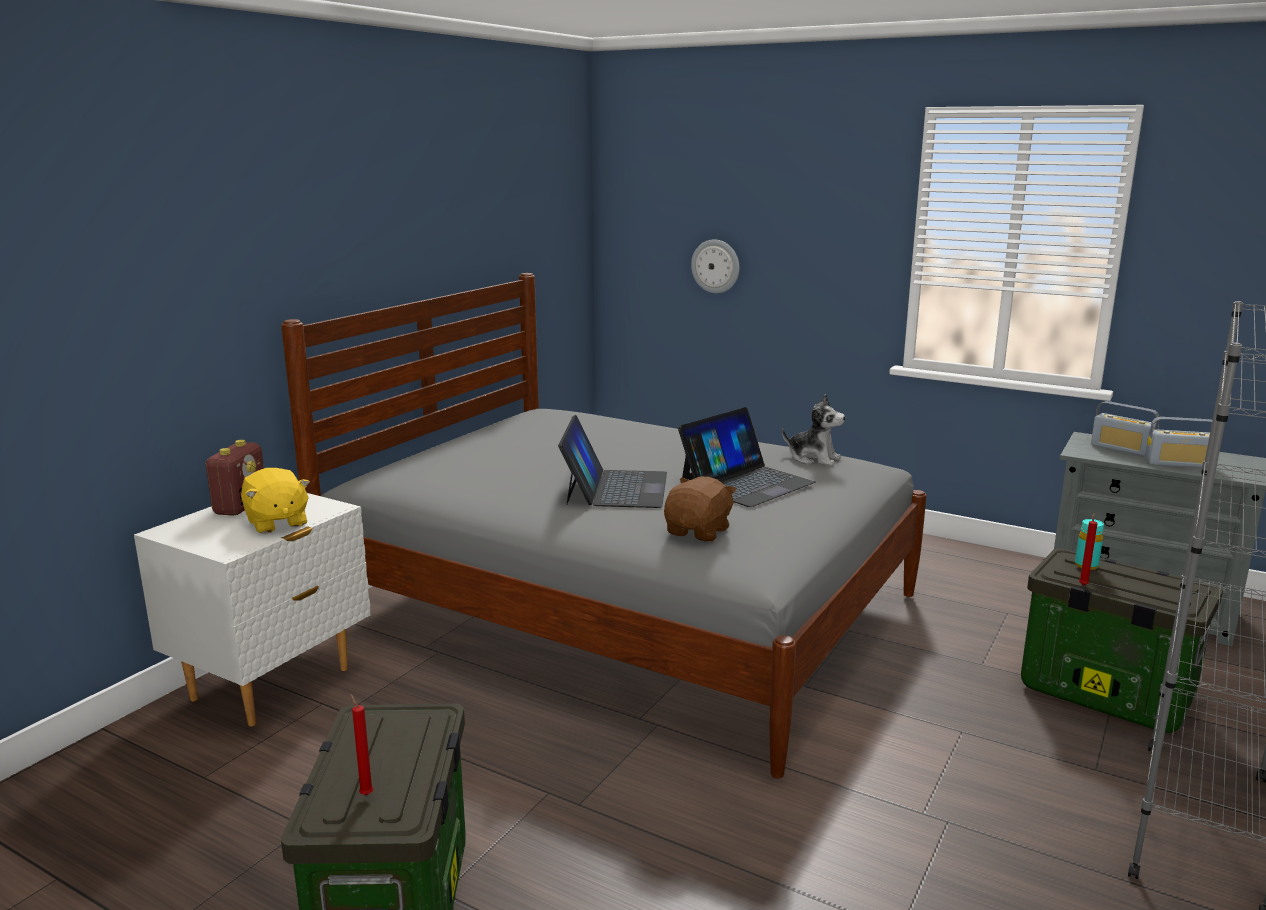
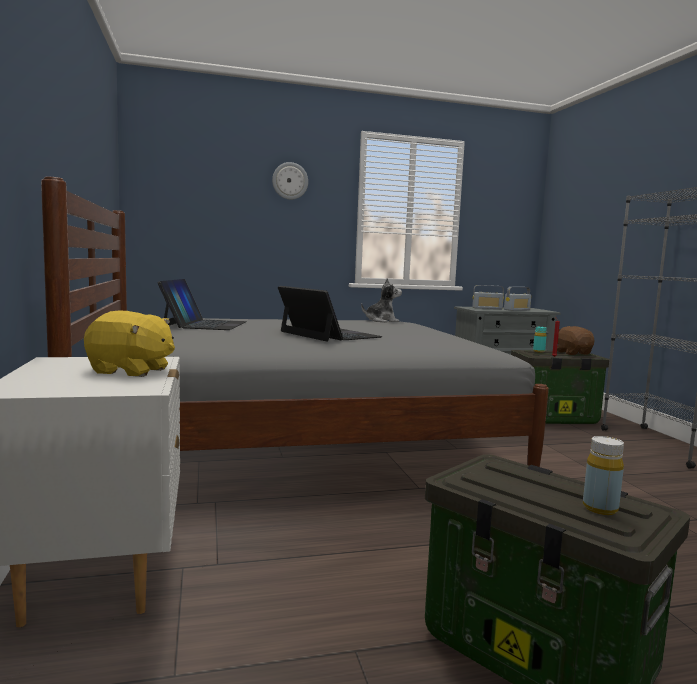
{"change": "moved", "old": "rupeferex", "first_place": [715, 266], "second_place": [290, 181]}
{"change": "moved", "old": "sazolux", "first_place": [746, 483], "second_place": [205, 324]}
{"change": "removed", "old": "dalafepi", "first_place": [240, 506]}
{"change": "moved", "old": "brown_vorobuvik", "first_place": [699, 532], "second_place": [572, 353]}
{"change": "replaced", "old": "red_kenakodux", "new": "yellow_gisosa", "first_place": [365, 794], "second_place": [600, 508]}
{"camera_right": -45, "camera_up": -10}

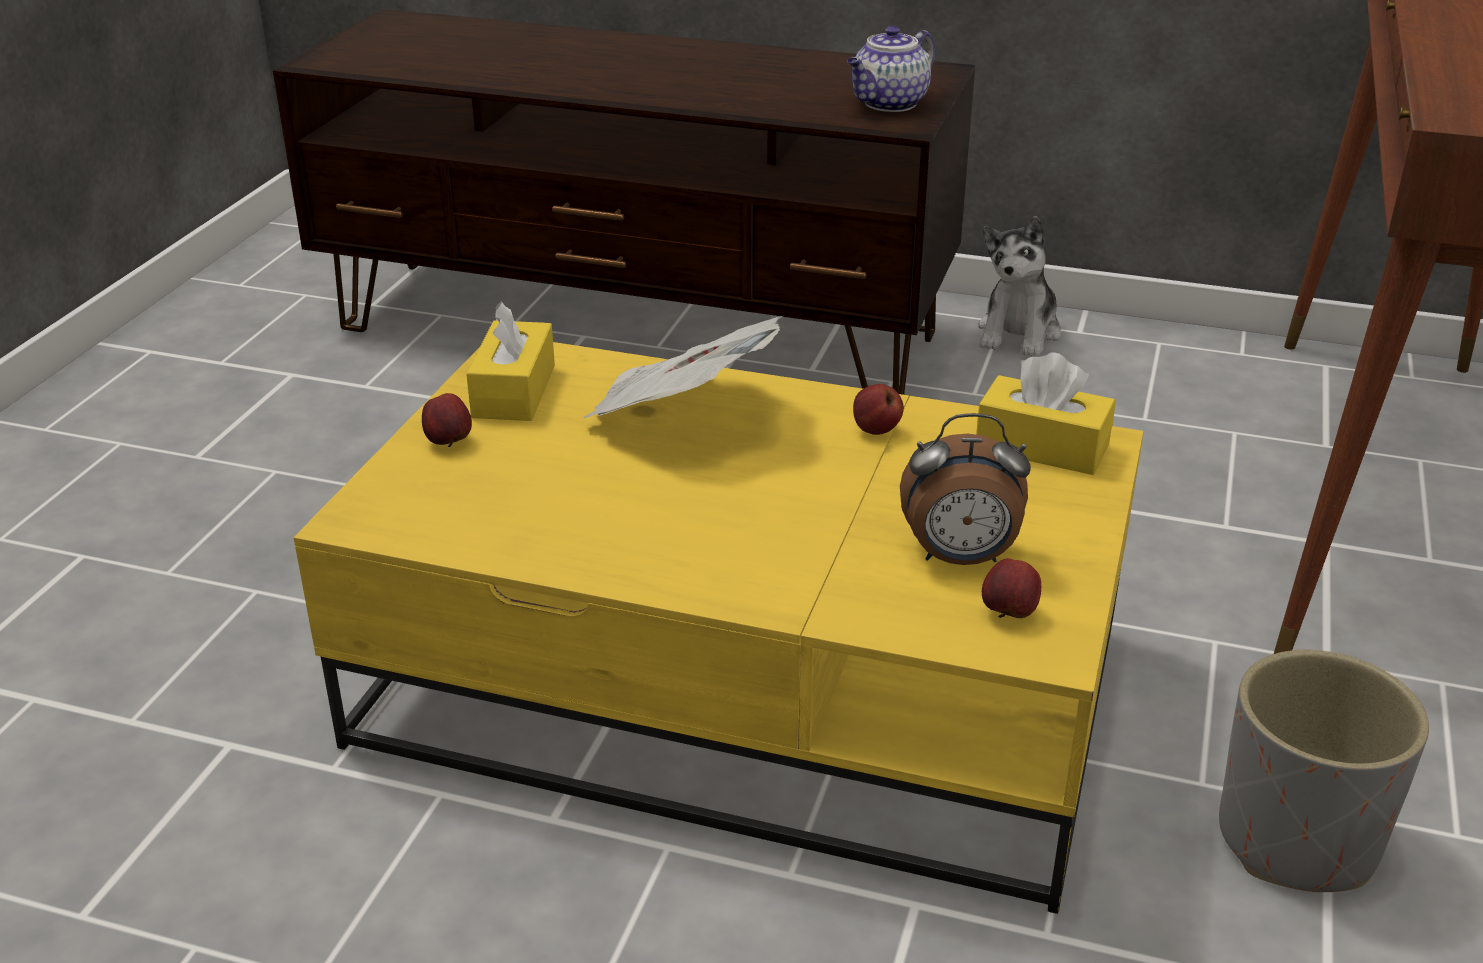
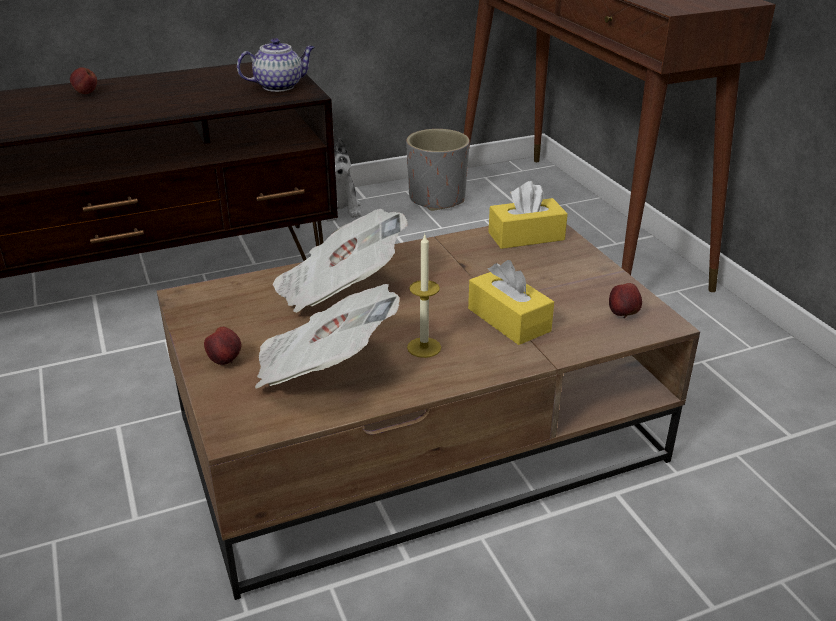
{"change": "turned", "old": "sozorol", "first_place": [889, 104], "second_place": [279, 86], "degrees": -120}
{"change": "moved", "old": "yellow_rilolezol", "first_place": [514, 391], "second_place": [508, 320]}
{"change": "recoloured", "old": "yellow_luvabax", "new": "brown_luvabax", "first_place": [747, 687], "second_place": [421, 437]}
{"change": "moved", "old": "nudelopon", "first_place": [875, 430], "second_place": [85, 93]}
{"change": "removed", "old": "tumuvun", "first_place": [960, 558]}
{"change": "moved", "old": "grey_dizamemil", "first_place": [1299, 841], "second_place": [437, 199]}
{"change": "added", "new": "kenakodux", "second_place": [424, 347]}
{"change": "added", "new": "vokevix", "second_place": [323, 368]}
{"camera_right": -40, "camera_up": 0}

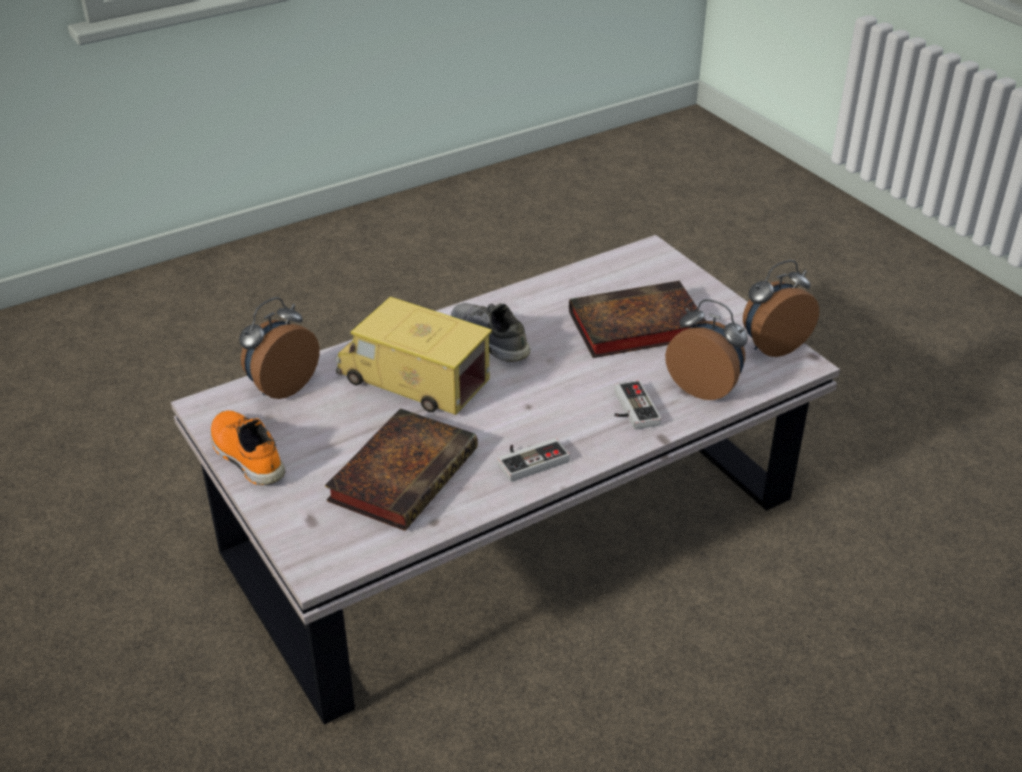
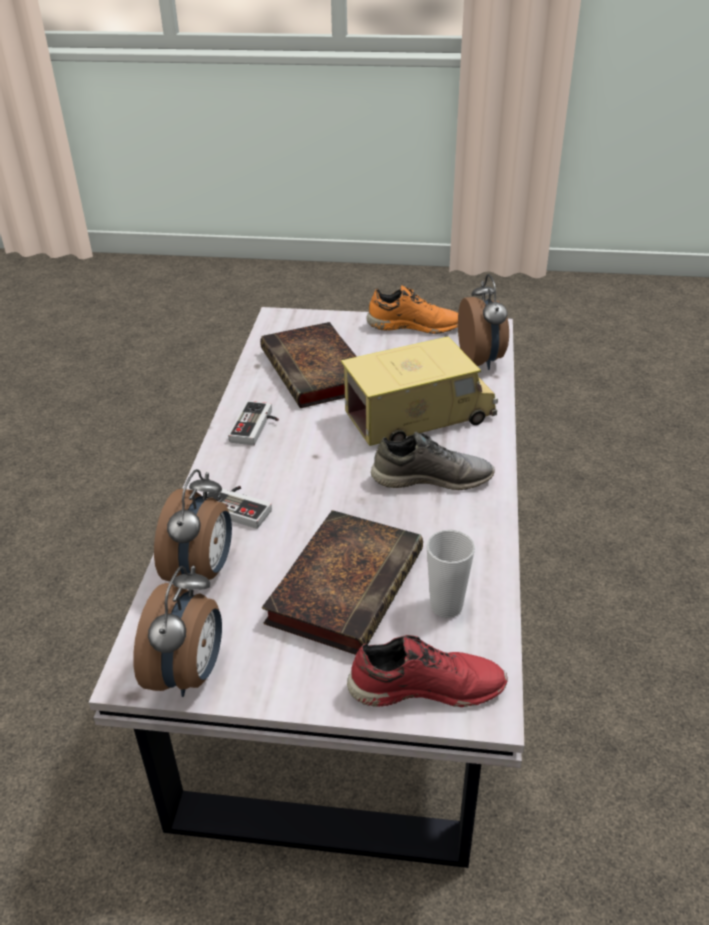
{"change": "turned", "old": "tumuvun", "first_place": [705, 387], "second_place": [202, 571], "degrees": -60}
{"change": "added", "new": "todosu", "second_place": [446, 606]}
{"change": "added", "new": "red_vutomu", "second_place": [426, 686]}
{"camera_right": 130, "camera_up": 0}

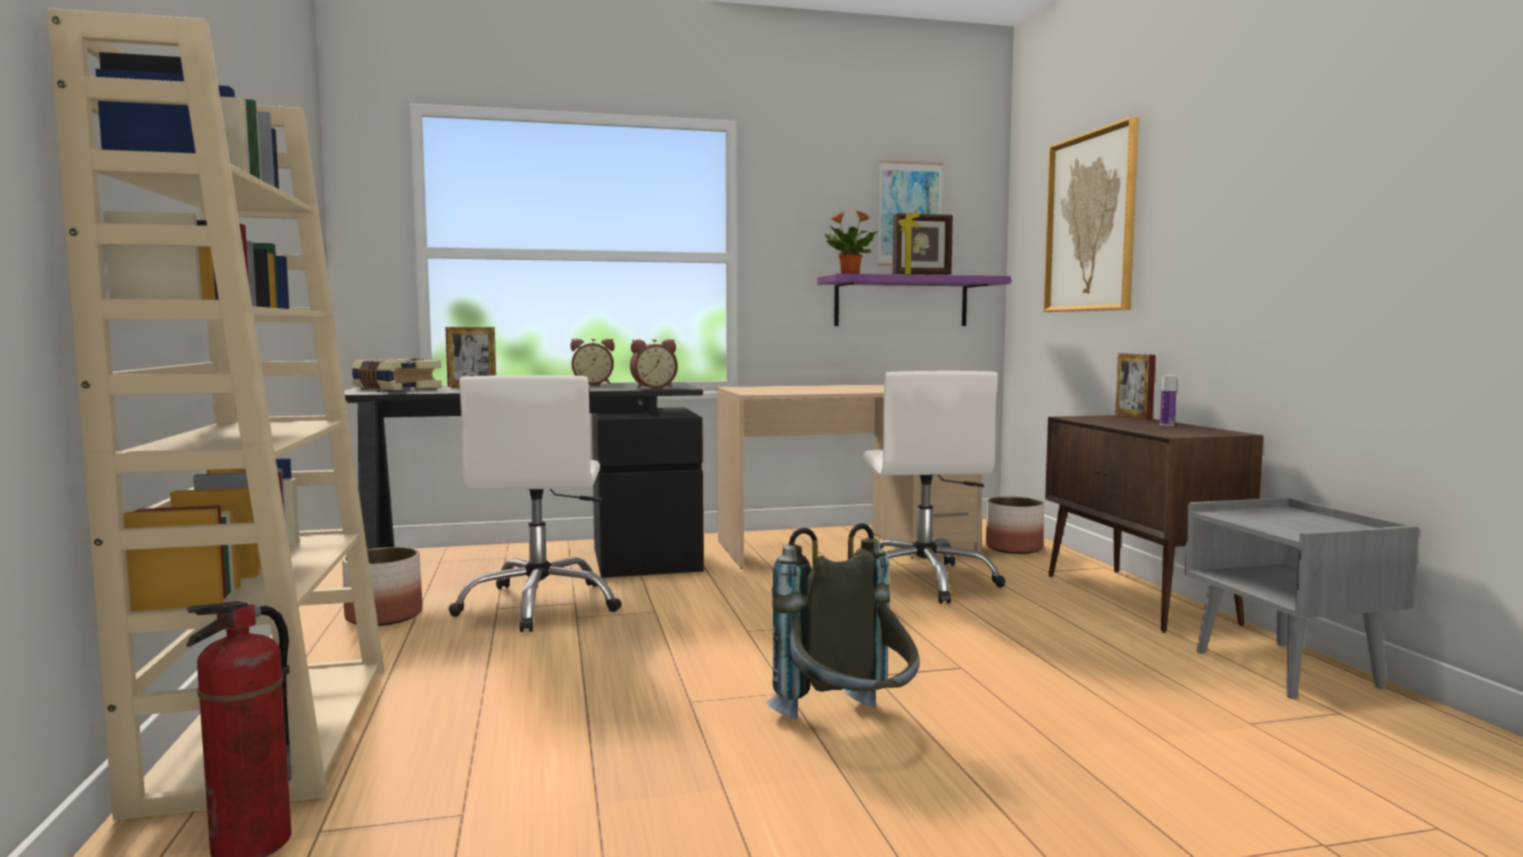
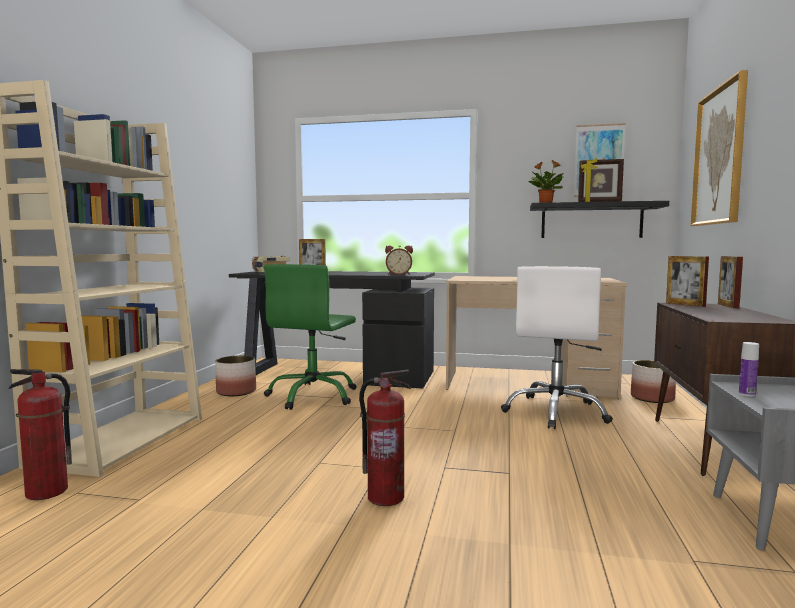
{"change": "recoloured", "old": "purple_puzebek", "new": "black_puzebek", "first_place": [901, 302], "second_place": [591, 221]}
{"change": "removed", "old": "tumuvun", "first_place": [593, 384]}
{"change": "recoloured", "old": "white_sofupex", "new": "green_sofupex", "first_place": [540, 605], "second_place": [313, 396]}
{"change": "moved", "old": "gisosa", "first_place": [1167, 425], "second_place": [747, 394]}
{"change": "replaced", "old": "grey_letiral", "new": "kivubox", "first_place": [848, 728], "second_place": [386, 497]}
{"change": "added", "new": "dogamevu", "second_place": [685, 304]}
{"camera_right": 25, "camera_up": 0}

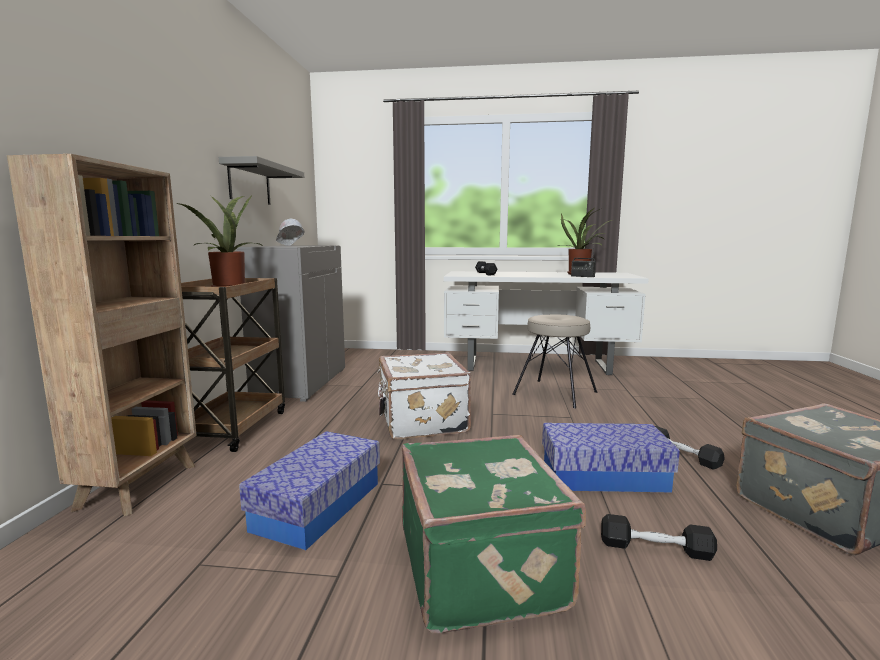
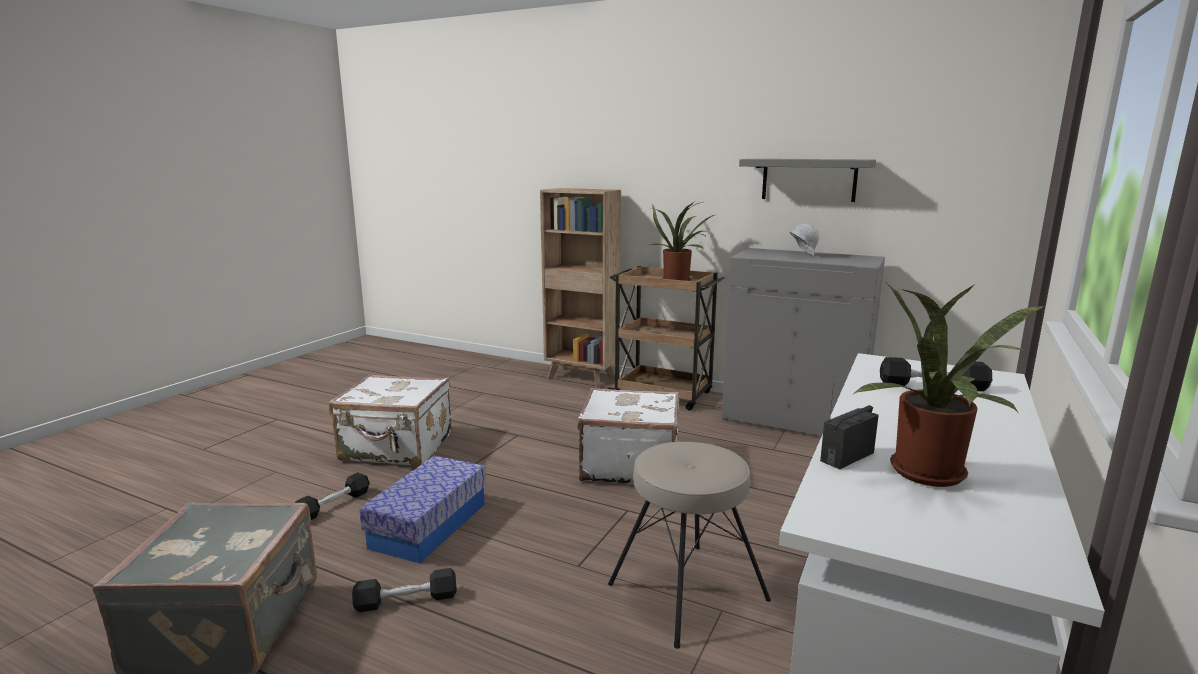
{"change": "removed", "old": "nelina", "first_place": [318, 505]}
{"change": "recoloured", "old": "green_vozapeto", "new": "white_vozapeto", "first_place": [483, 567], "second_place": [397, 449]}
{"camera_right": 110, "camera_up": 5}

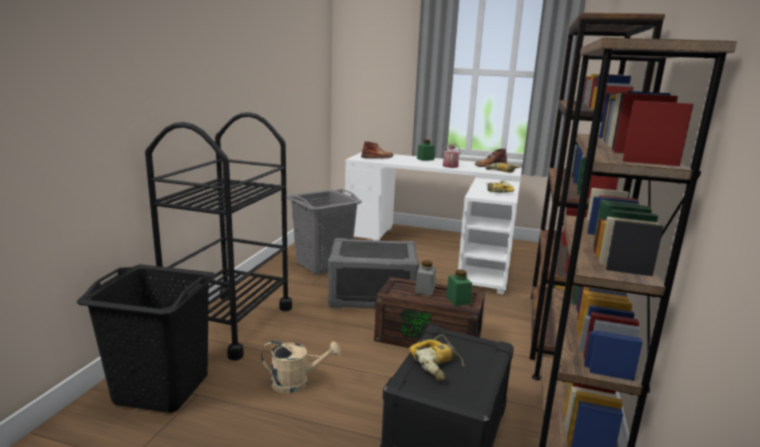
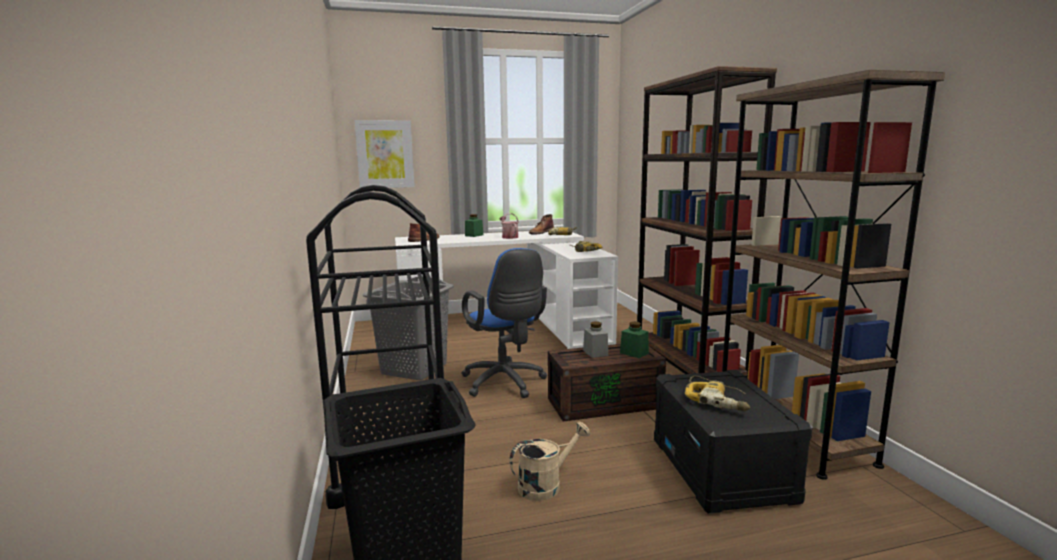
{"change": "replaced", "old": "grey_nelina", "new": "blue_sofupex", "first_place": [372, 296], "second_place": [505, 384]}
{"change": "added", "new": "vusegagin", "second_place": [385, 154]}
{"camera_right": -30, "camera_up": -5}

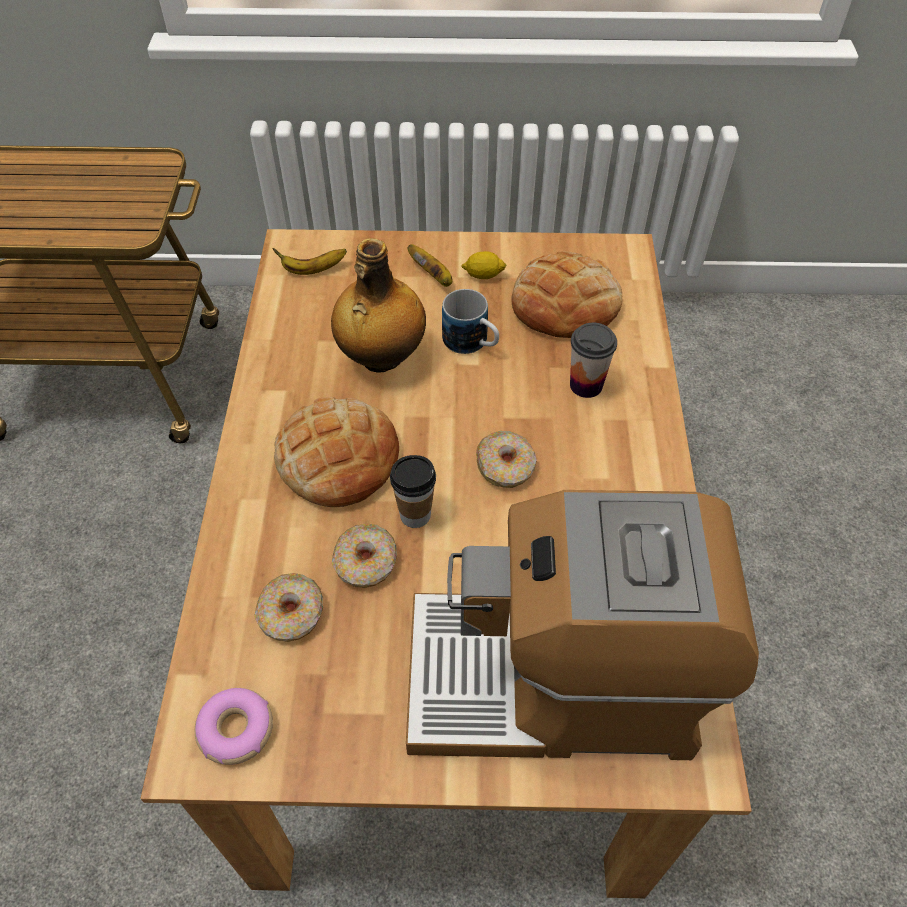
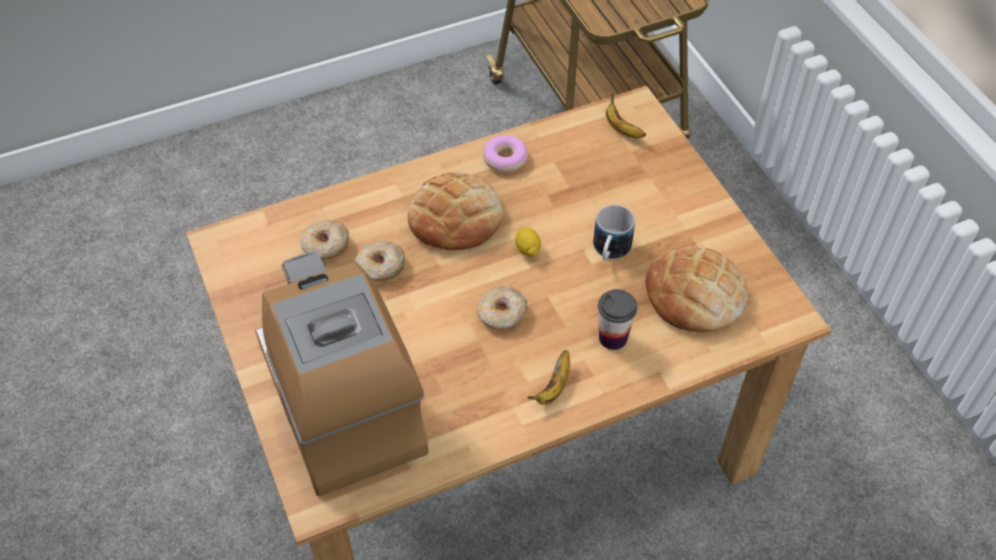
{"change": "removed", "old": "gisosa", "first_place": [381, 358]}
{"change": "moved", "old": "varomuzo", "first_place": [433, 276], "second_place": [553, 387]}
{"change": "moved", "old": "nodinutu", "first_place": [483, 275], "second_place": [527, 249]}
{"change": "removed", "old": "todosu", "first_place": [415, 515]}
{"change": "moved", "old": "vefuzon", "first_place": [236, 730], "second_place": [505, 158]}
{"camera_right": 65, "camera_up": 0}

